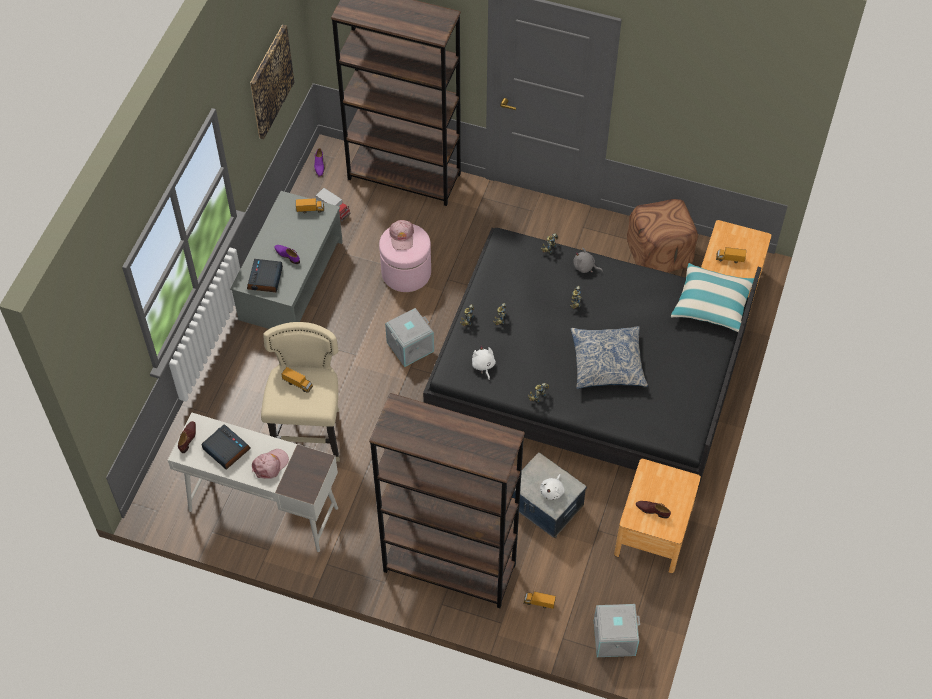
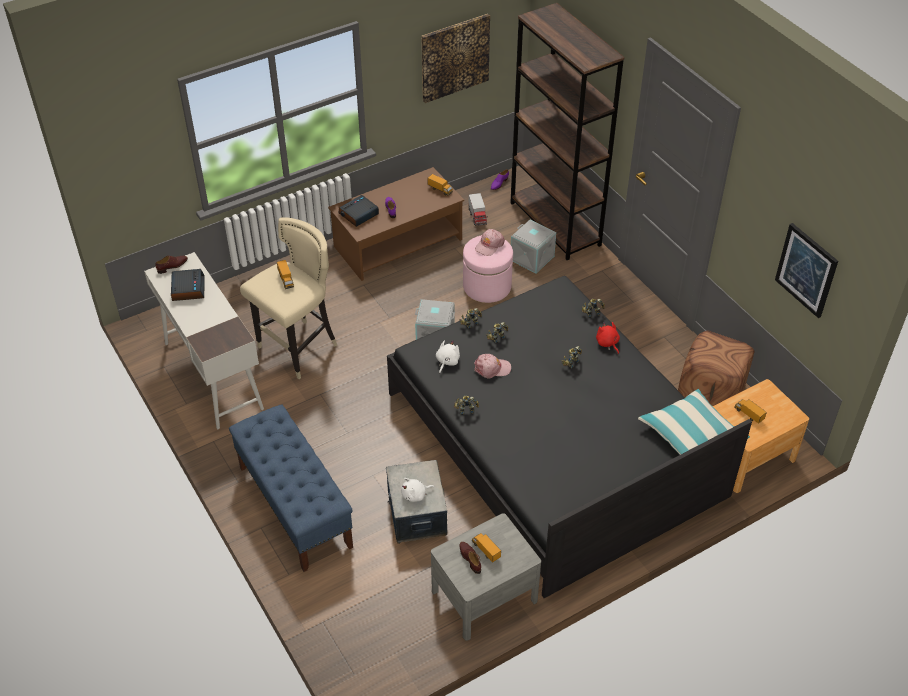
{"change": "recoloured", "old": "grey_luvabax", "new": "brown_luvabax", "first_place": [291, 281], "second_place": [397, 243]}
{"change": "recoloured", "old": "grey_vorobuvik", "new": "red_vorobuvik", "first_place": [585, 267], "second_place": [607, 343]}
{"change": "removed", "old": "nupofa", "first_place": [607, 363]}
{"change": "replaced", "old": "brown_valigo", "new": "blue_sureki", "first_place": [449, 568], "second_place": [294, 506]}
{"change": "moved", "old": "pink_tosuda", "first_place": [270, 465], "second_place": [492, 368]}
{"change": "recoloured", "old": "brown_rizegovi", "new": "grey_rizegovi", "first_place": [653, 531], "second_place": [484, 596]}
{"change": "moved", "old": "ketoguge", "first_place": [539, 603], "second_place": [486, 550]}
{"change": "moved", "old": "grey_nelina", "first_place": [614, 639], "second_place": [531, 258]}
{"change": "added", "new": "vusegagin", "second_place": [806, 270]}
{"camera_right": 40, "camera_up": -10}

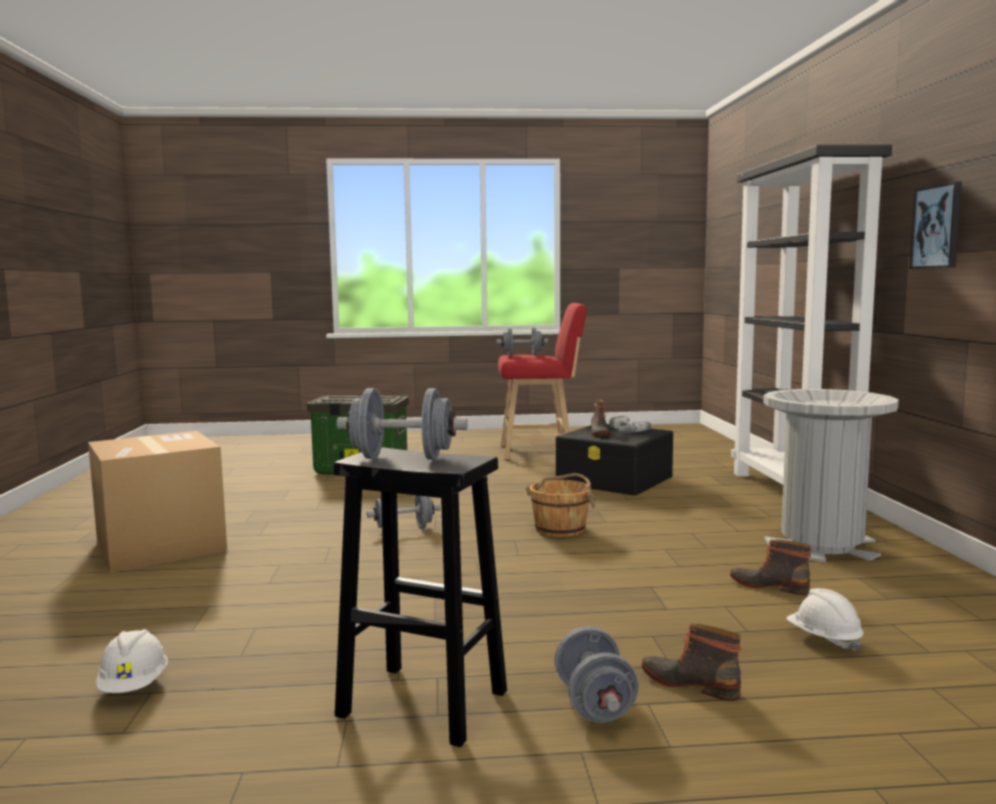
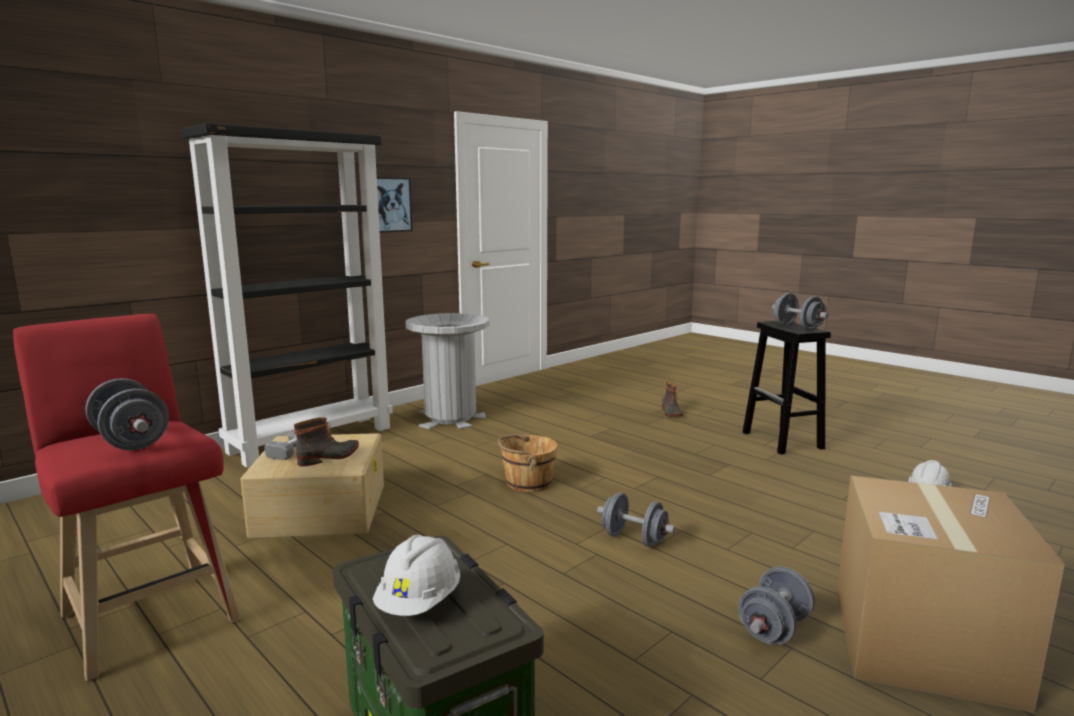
{"change": "recoloured", "old": "black_nelina", "new": "beige_nelina", "first_place": [615, 480], "second_place": [321, 508]}
{"change": "removed", "old": "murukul", "first_place": [769, 585]}
{"change": "moved", "old": "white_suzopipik", "first_place": [823, 639], "second_place": [419, 602]}
{"change": "moved", "old": "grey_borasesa", "first_place": [594, 704], "second_place": [774, 628]}
{"camera_right": -130, "camera_up": 5}

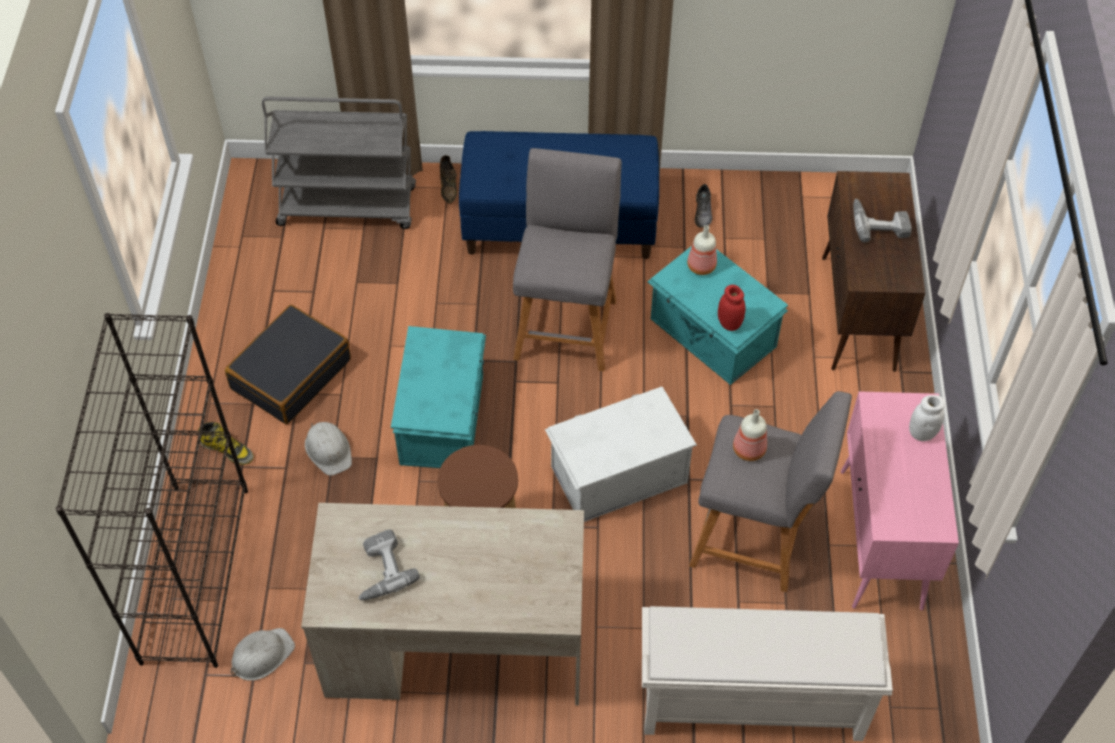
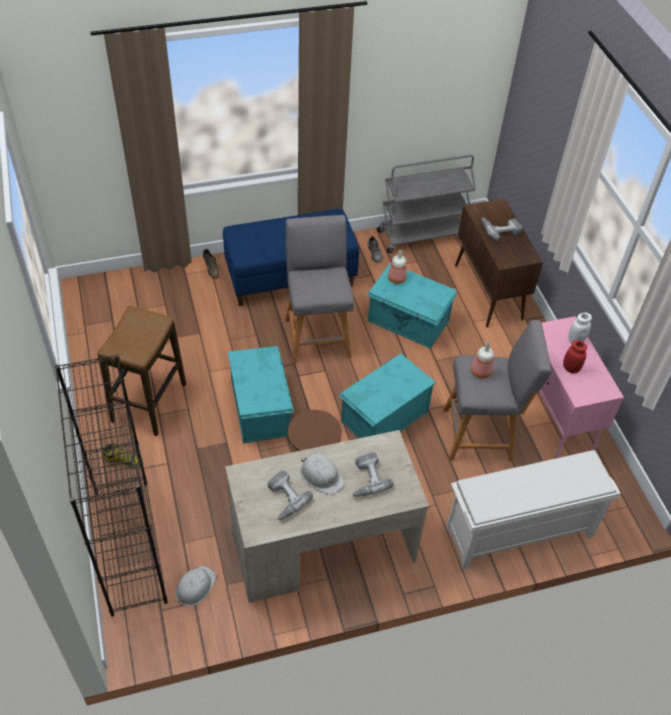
{"change": "moved", "old": "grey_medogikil", "first_place": [348, 206], "second_place": [422, 235]}
{"change": "moved", "old": "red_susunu", "first_place": [729, 323], "second_place": [571, 368]}
{"change": "replaced", "old": "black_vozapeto", "new": "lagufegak", "first_place": [290, 374], "second_place": [149, 403]}
{"change": "recoloured", "old": "white_nelina", "new": "turquoise_nelina", "first_place": [617, 473], "second_place": [383, 416]}
{"change": "moved", "old": "white_suzopipik", "first_place": [329, 450], "second_place": [321, 475]}
{"change": "added", "new": "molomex", "second_place": [366, 479]}
{"camera_right": -20, "camera_up": -5}

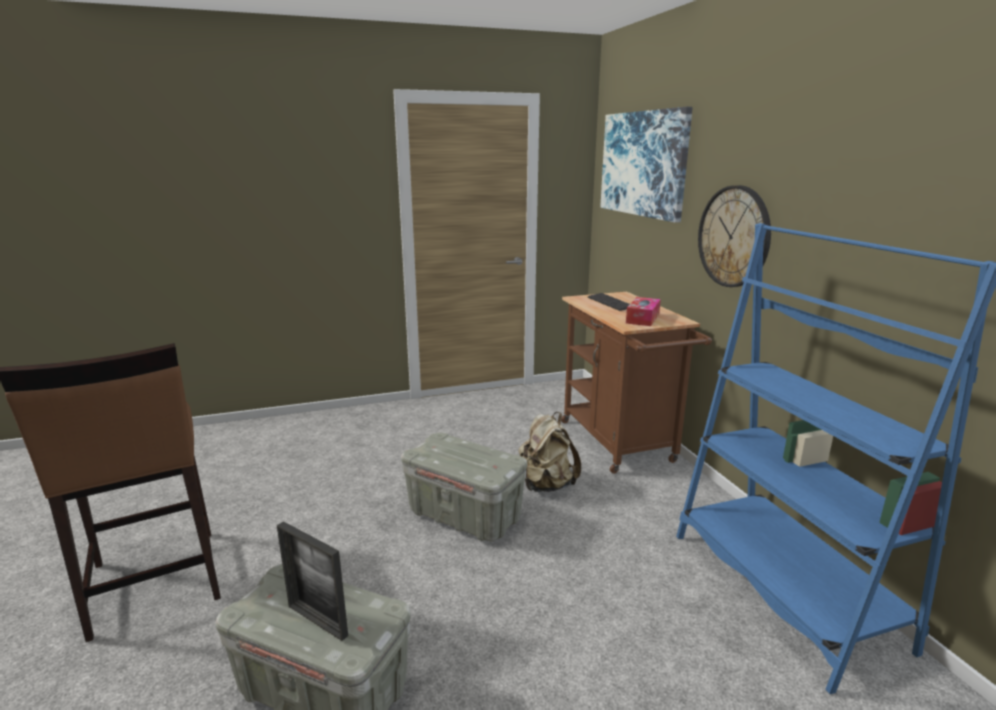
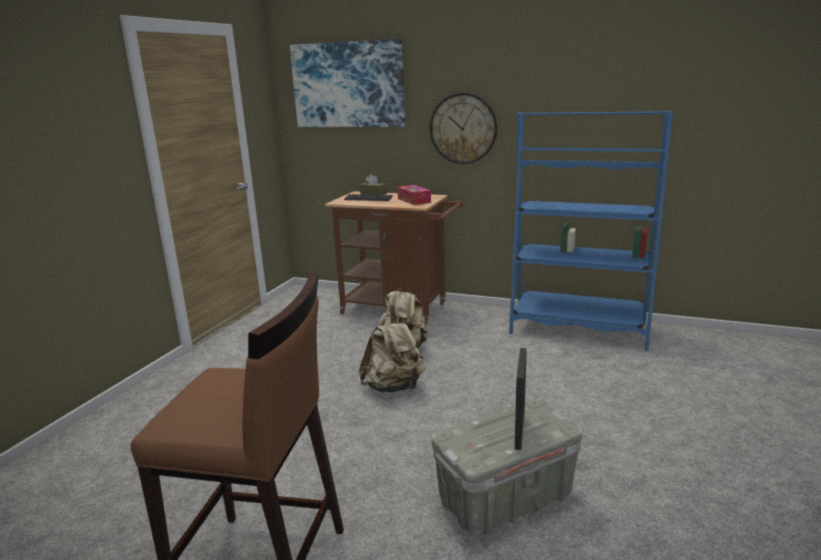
{"change": "replaced", "old": "grey_nelina", "new": "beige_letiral", "first_place": [465, 515], "second_place": [394, 387]}
{"change": "turned", "old": "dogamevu", "first_place": [317, 620], "second_place": [519, 431], "degrees": -60}
{"change": "added", "new": "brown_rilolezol", "second_place": [373, 194]}
{"camera_right": -50, "camera_up": 0}

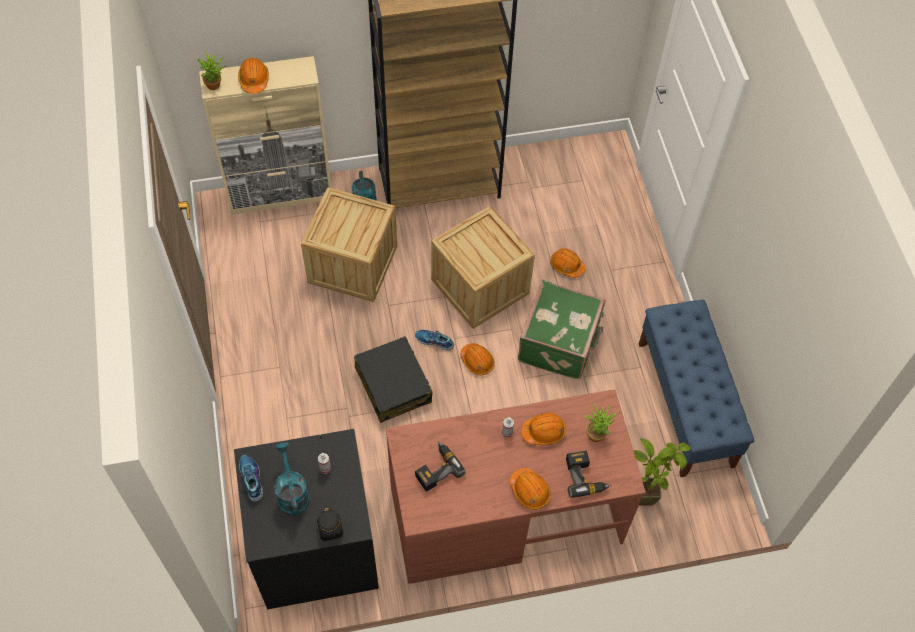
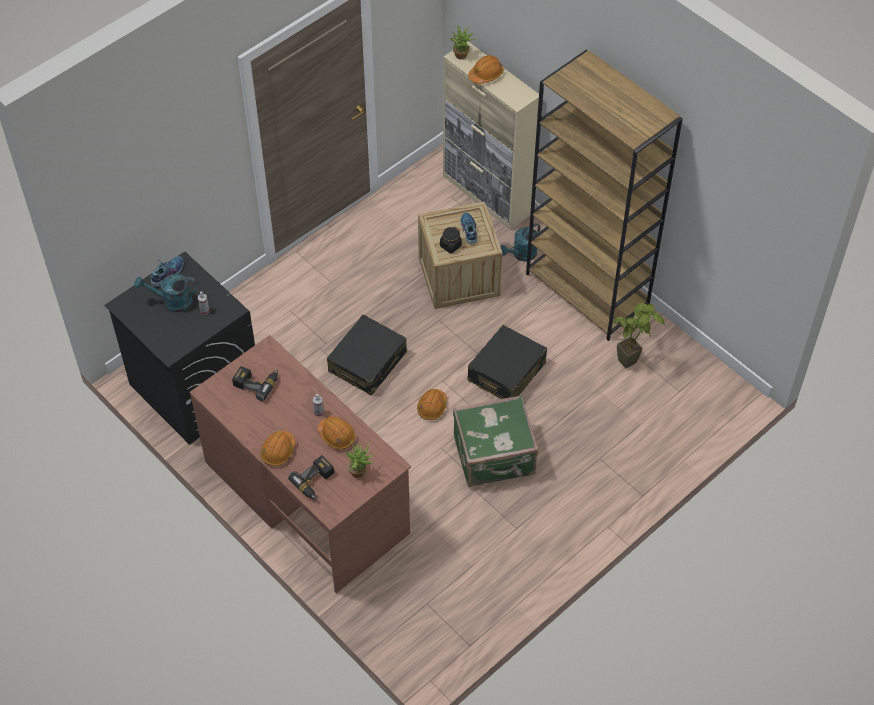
{"change": "replaced", "old": "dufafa", "new": "black_vozapeto", "first_place": [480, 286], "second_place": [506, 372]}
{"change": "removed", "old": "orange_suzopipik", "first_place": [567, 266]}
{"change": "removed", "old": "blue_sureki", "first_place": [685, 404]}
{"change": "moved", "old": "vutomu", "first_place": [434, 341], "second_place": [468, 230]}
{"change": "moved", "old": "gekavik", "first_place": [646, 491], "second_place": [633, 360]}
{"change": "turned", "old": "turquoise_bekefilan", "first_place": [291, 493], "second_place": [172, 302], "degrees": -135}
{"change": "moved", "old": "black_susunu", "first_place": [330, 529], "second_place": [450, 246]}
{"camera_right": 60, "camera_up": -5}

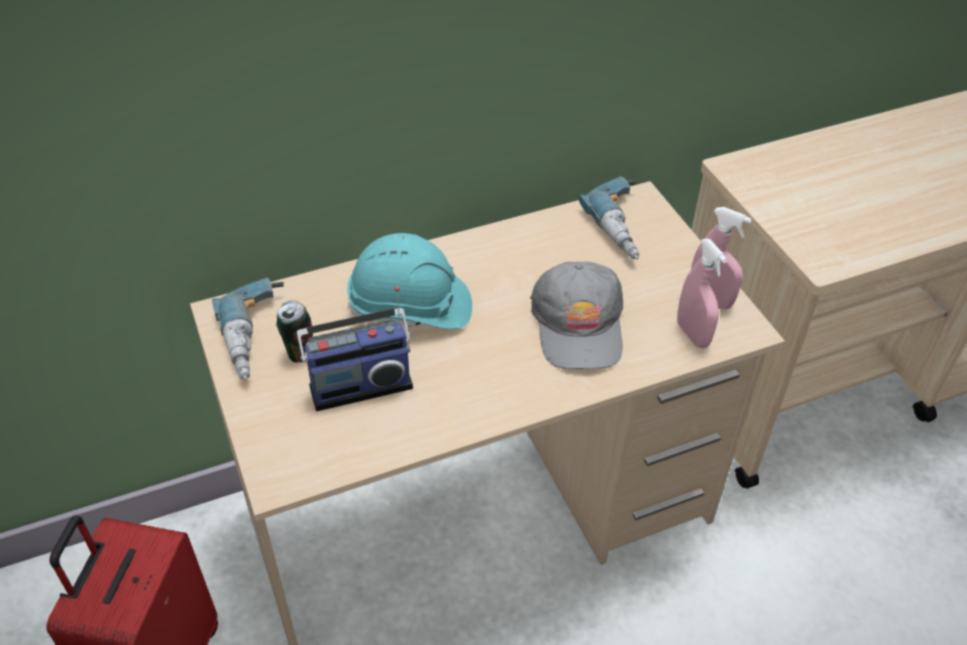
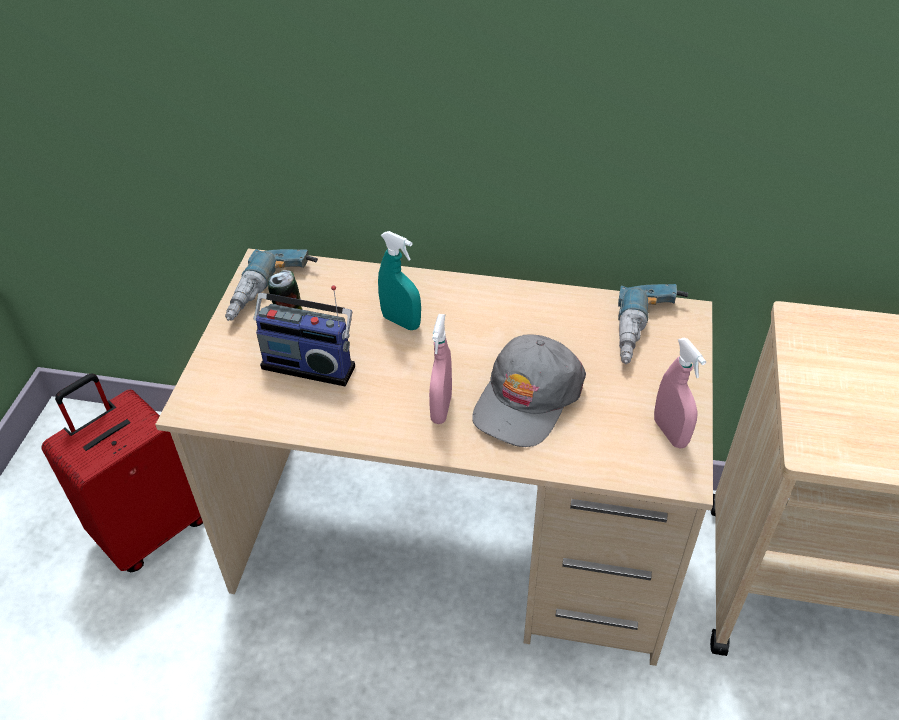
{"change": "replaced", "old": "turquoise_suzopipik", "new": "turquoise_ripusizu", "first_place": [410, 308], "second_place": [401, 322]}
{"change": "moved", "old": "pink_ripusizu", "first_place": [692, 334], "second_place": [441, 408]}
{"camera_right": 35, "camera_up": 0}

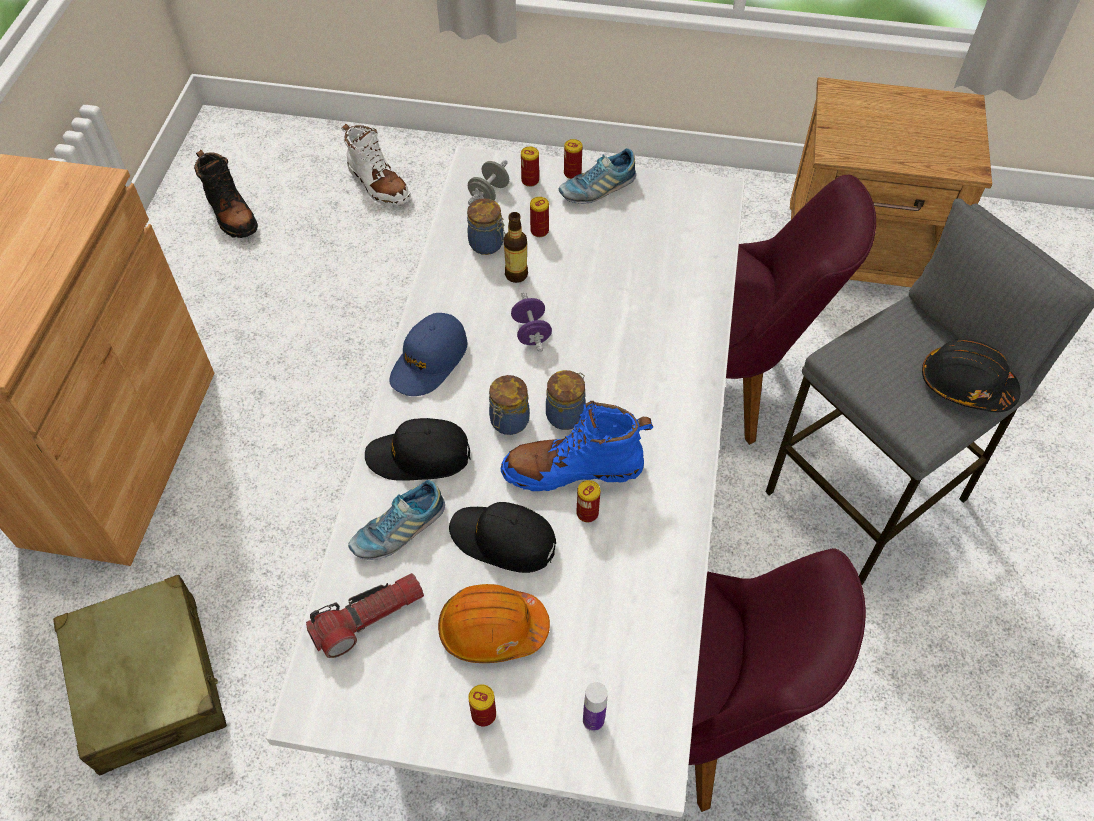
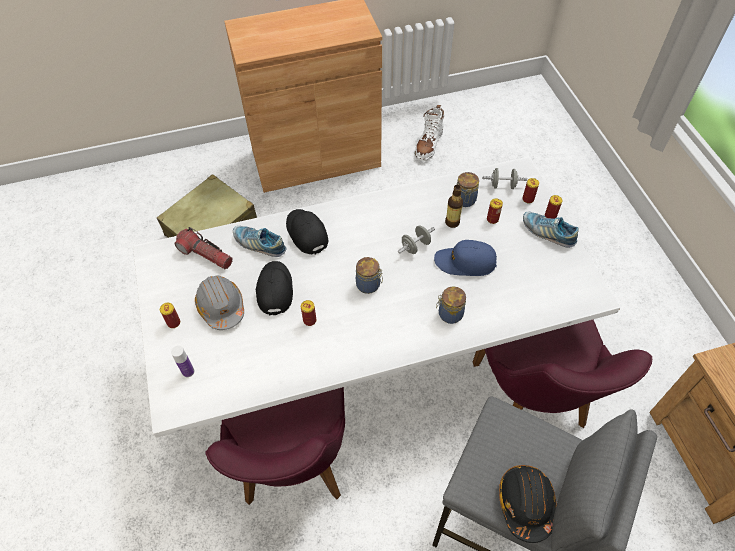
{"change": "moved", "old": "white_murukul", "first_place": [378, 184], "second_place": [428, 145]}
{"change": "removed", "old": "black_murukul", "first_place": [231, 213]}
{"change": "recoloured", "old": "purple_borasesa", "new": "grey_borasesa", "first_place": [531, 332], "second_place": [415, 246]}
{"change": "moved", "old": "blue_tosuda", "first_place": [429, 361], "second_place": [465, 262]}
{"change": "moved", "old": "susunu", "first_place": [508, 422], "second_place": [449, 314]}
{"change": "removed", "old": "blue_murukul", "first_place": [573, 469]}
{"change": "recoloured", "old": "orange_suzopipik", "new": "grey_suzopipik", "first_place": [492, 629], "second_place": [221, 306]}
{"camera_right": 65, "camera_up": 0}

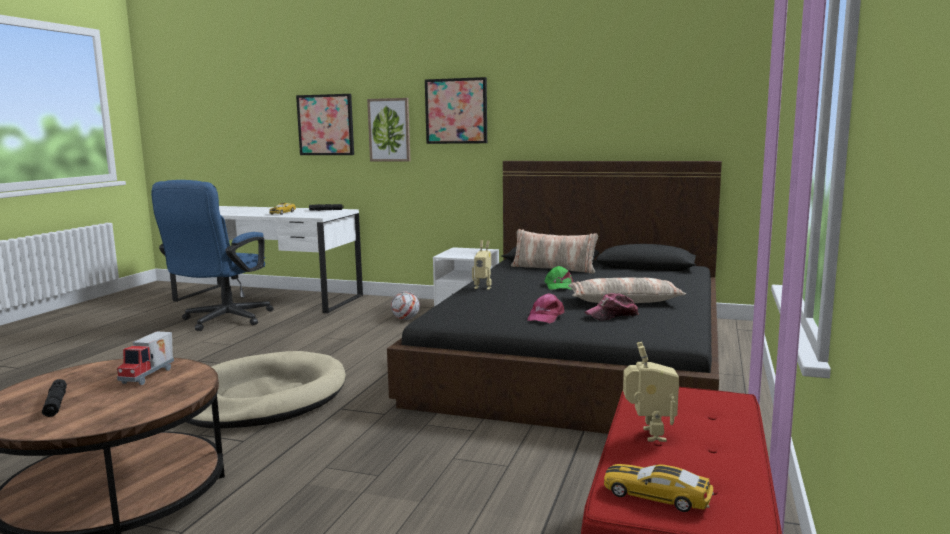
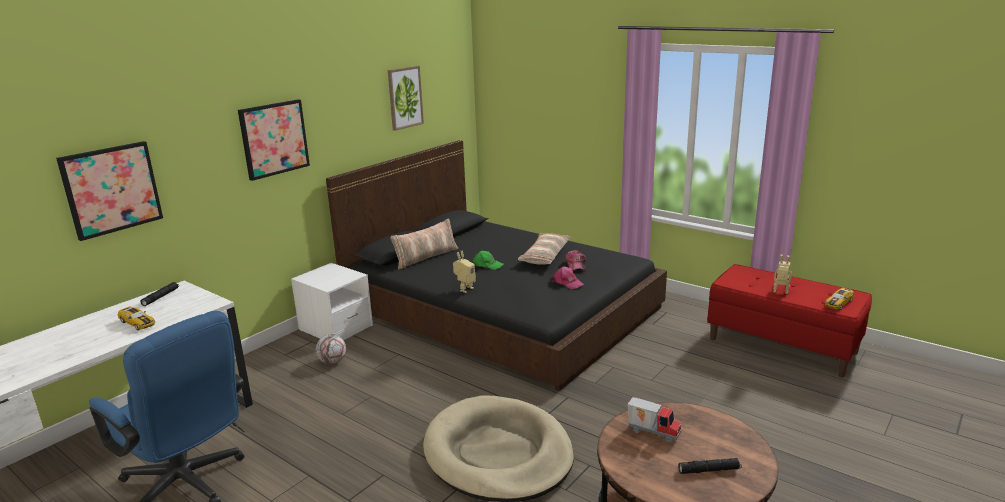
{"change": "moved", "old": "vusegagin", "first_place": [389, 130], "second_place": [405, 97]}
{"camera_right": -70, "camera_up": 10}

